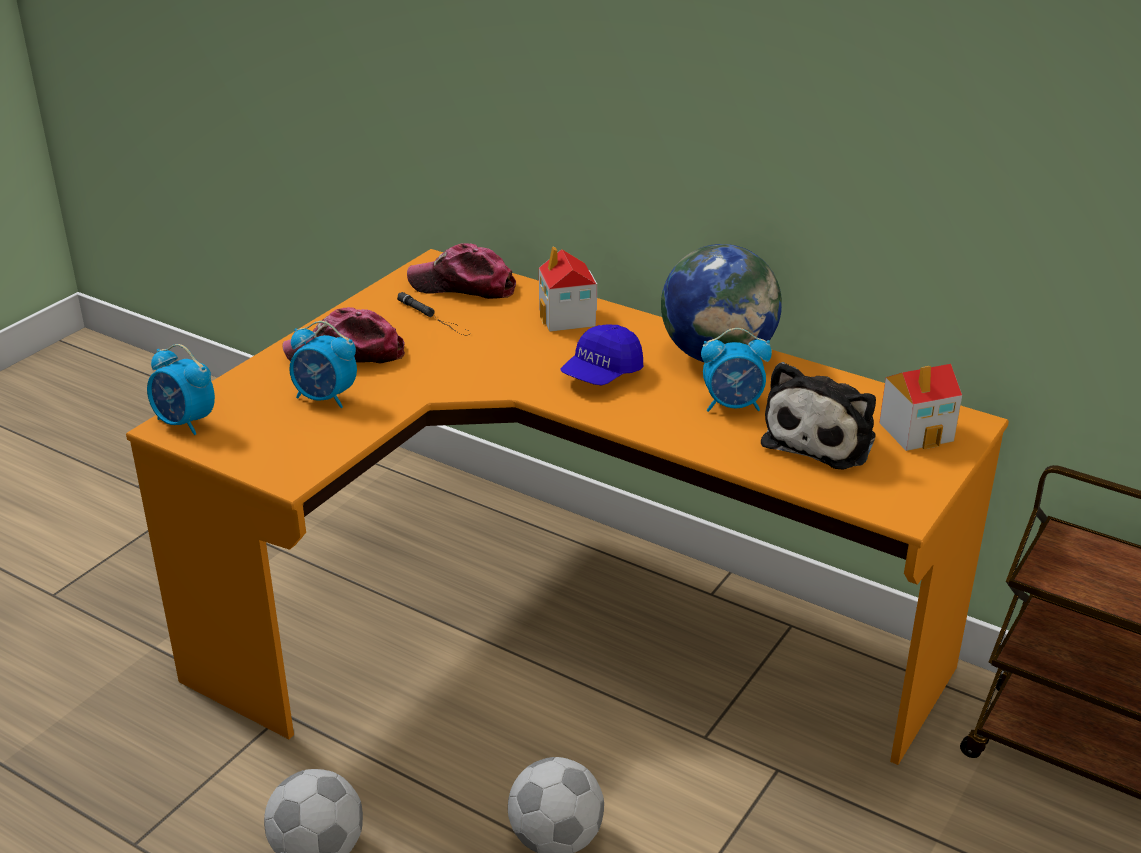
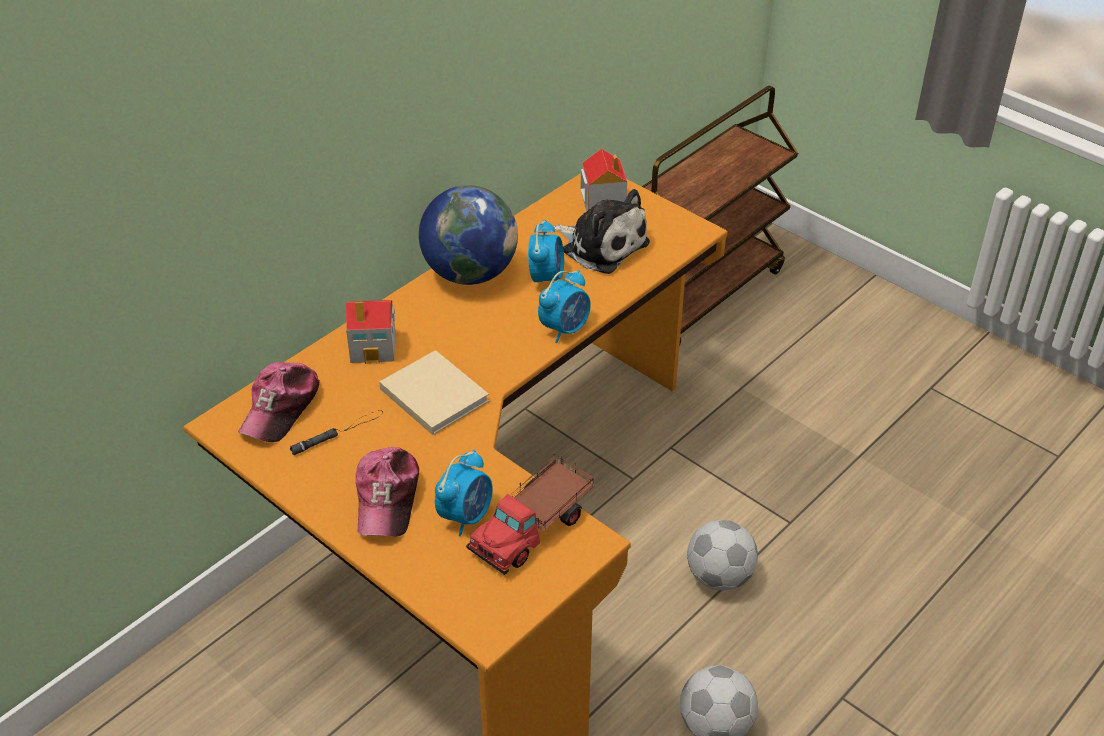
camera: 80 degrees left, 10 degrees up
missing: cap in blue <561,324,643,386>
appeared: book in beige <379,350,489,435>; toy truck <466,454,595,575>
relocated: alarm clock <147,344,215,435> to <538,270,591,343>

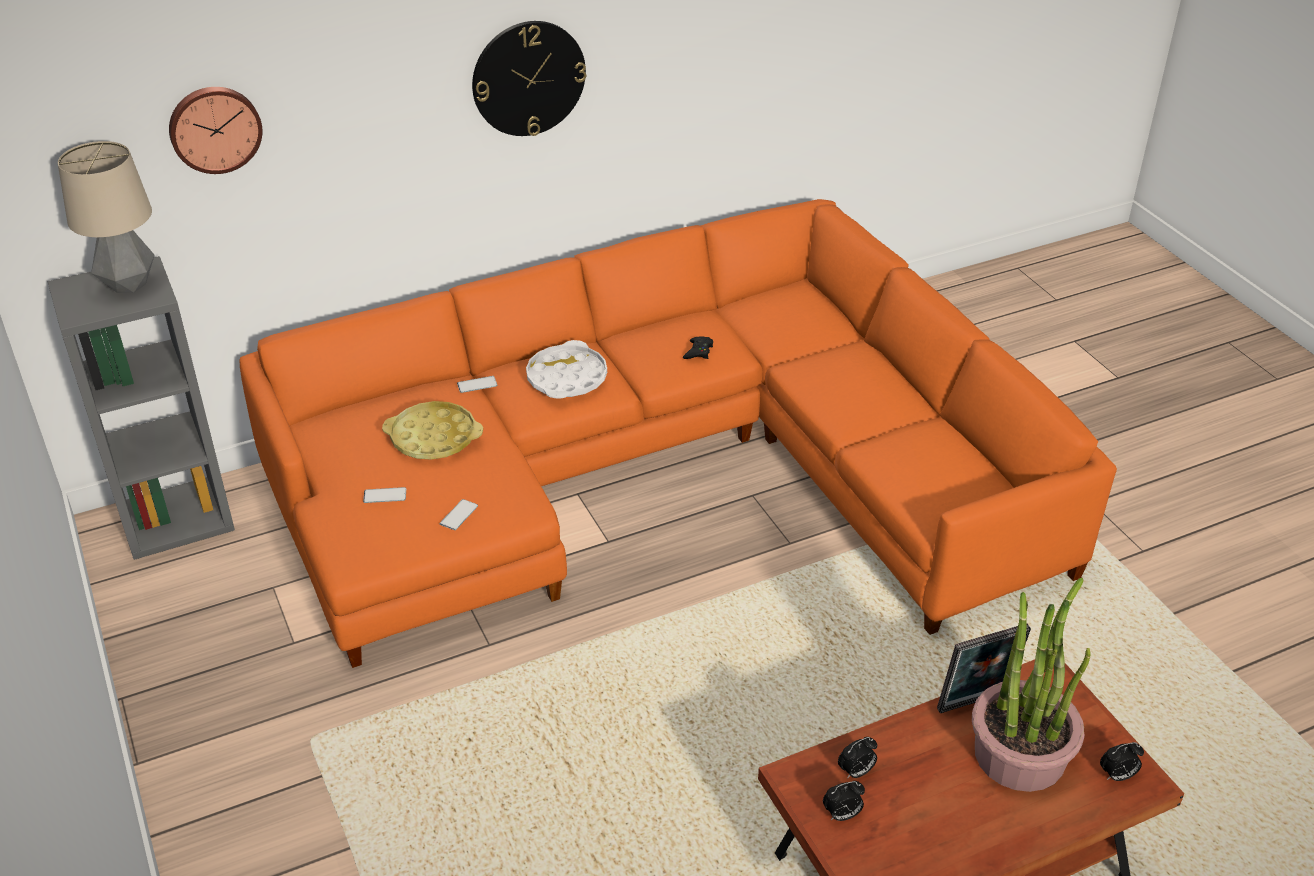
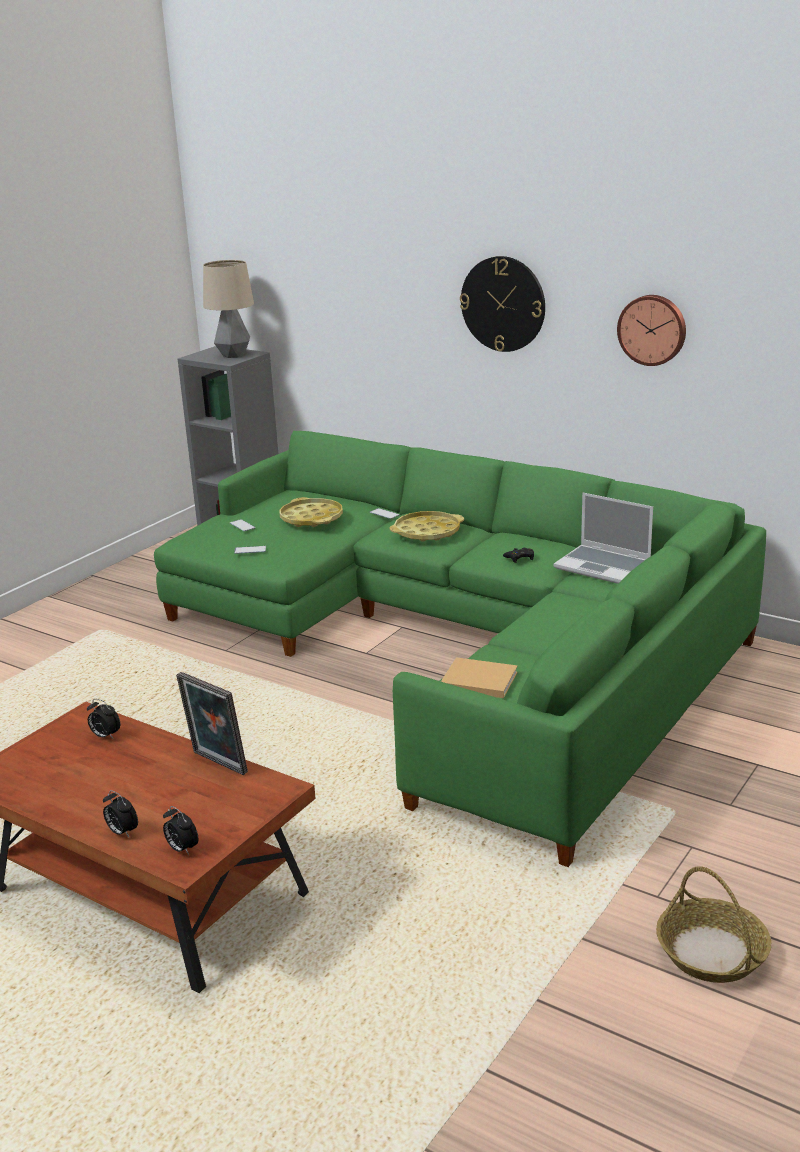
camera: 60 degrees right, 15 degrees down
missing: potted plant <972,578,1091,792>
appeared: laptop <554,493,653,584>; book in beige <441,657,518,698>; basket <656,866,771,983>
relocated: wall clock <169,87,262,174> to <617,295,686,366>; alarm clock <823,781,865,821> to <103,790,138,837>
colour: sofa in orange <239,199,1117,668> to sofa in green <154,431,766,867>; tray in white <526,340,607,398> to tray in yellow <390,511,464,542>

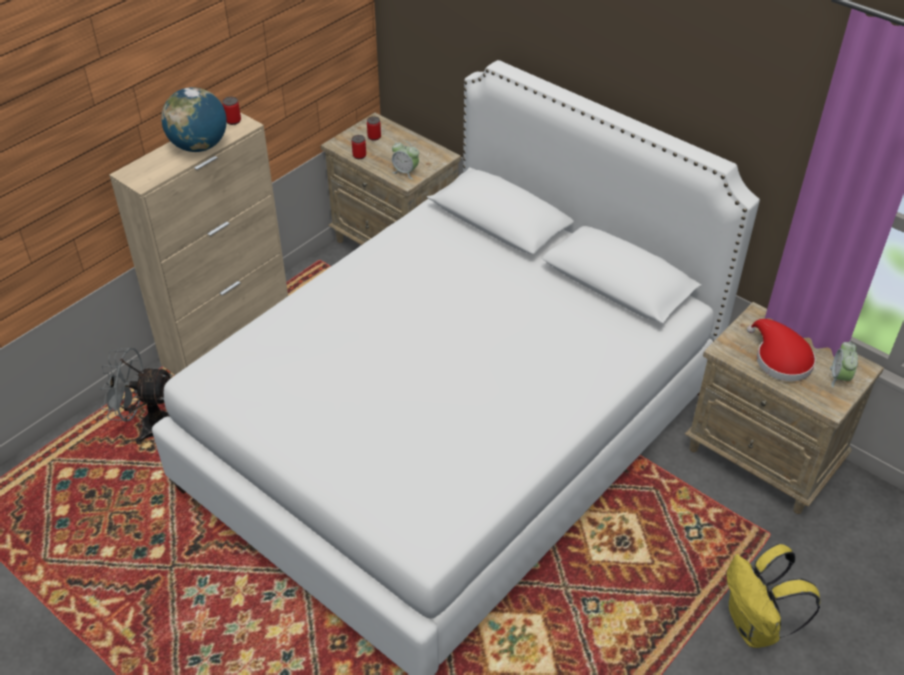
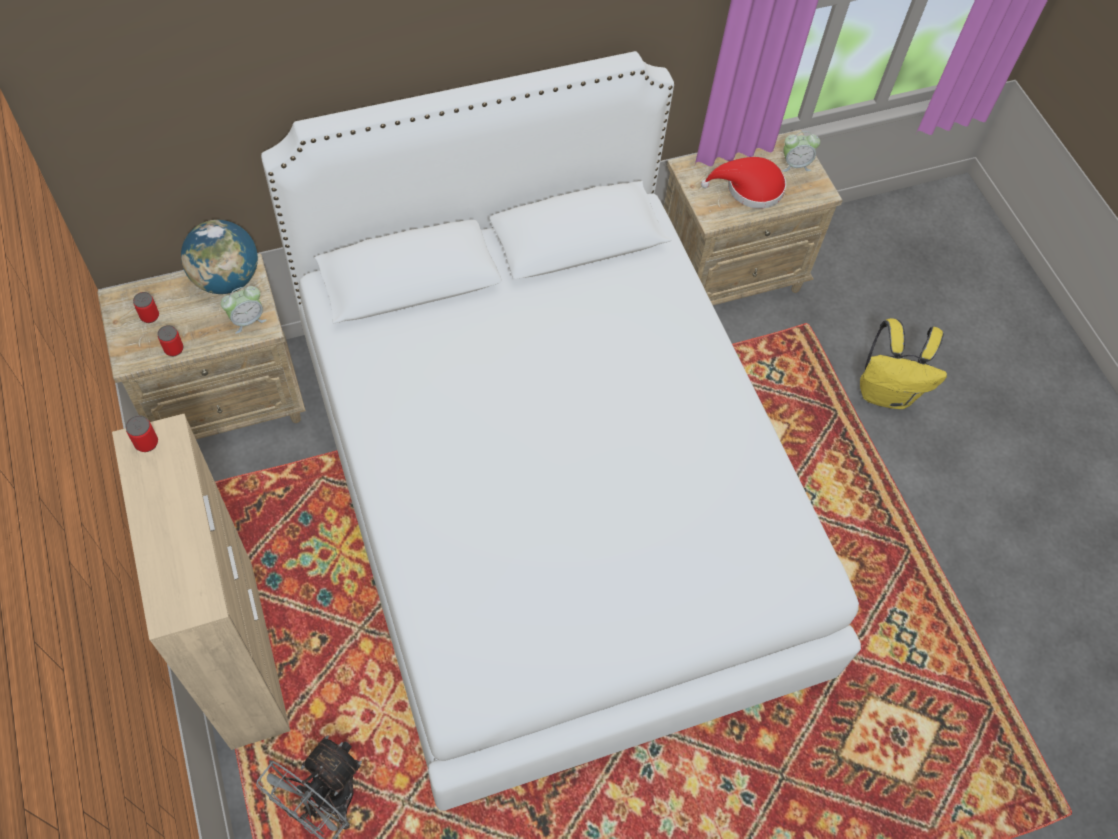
camera: 65 degrees left, 15 degrees up
relocated: globe <161,87,227,152> to <181,220,258,294>
spun: alarm clock <830,341,858,388> = <782,131,820,172> 45 degrees counterclockwise

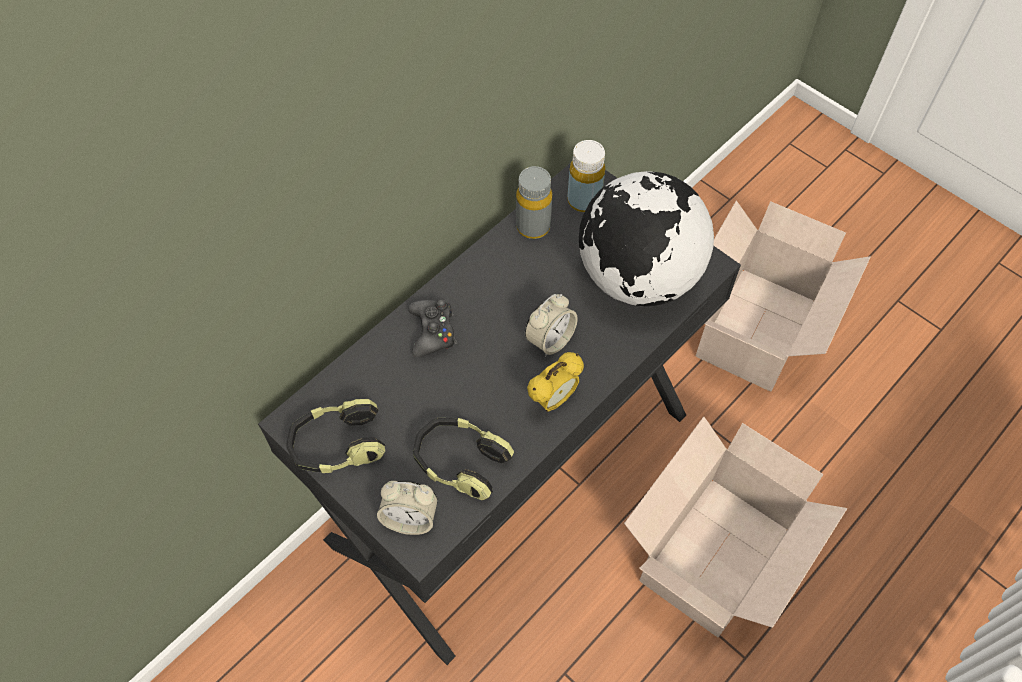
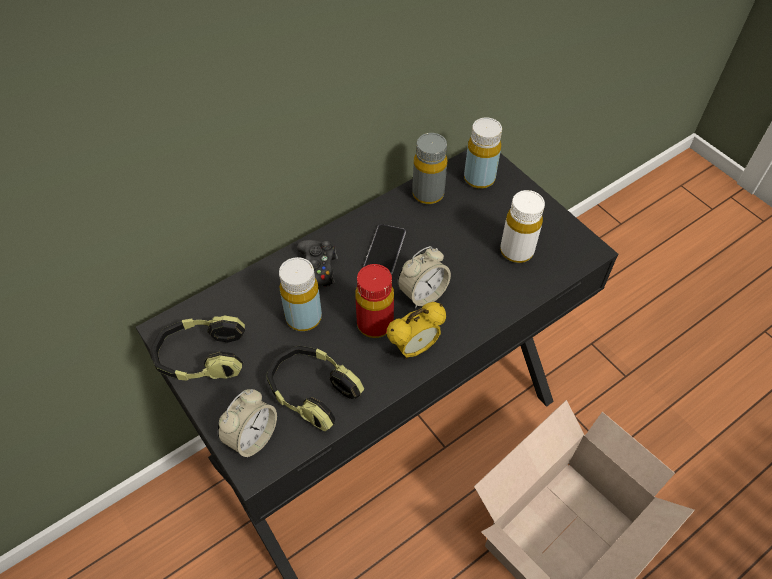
camera: 10 degrees right, 5 degrees down
missing: cardboard box <696,201,871,391>
appeared: phone <363,224,406,275>; bottle in yellow <279,257,322,331>; bottle in red <355,264,394,338>
exchanged: globe <579,171,714,306> to bottle in white <500,190,545,263>
spun: alarm clock <377,481,438,535> = <218,389,277,458> 75 degrees counterclockwise

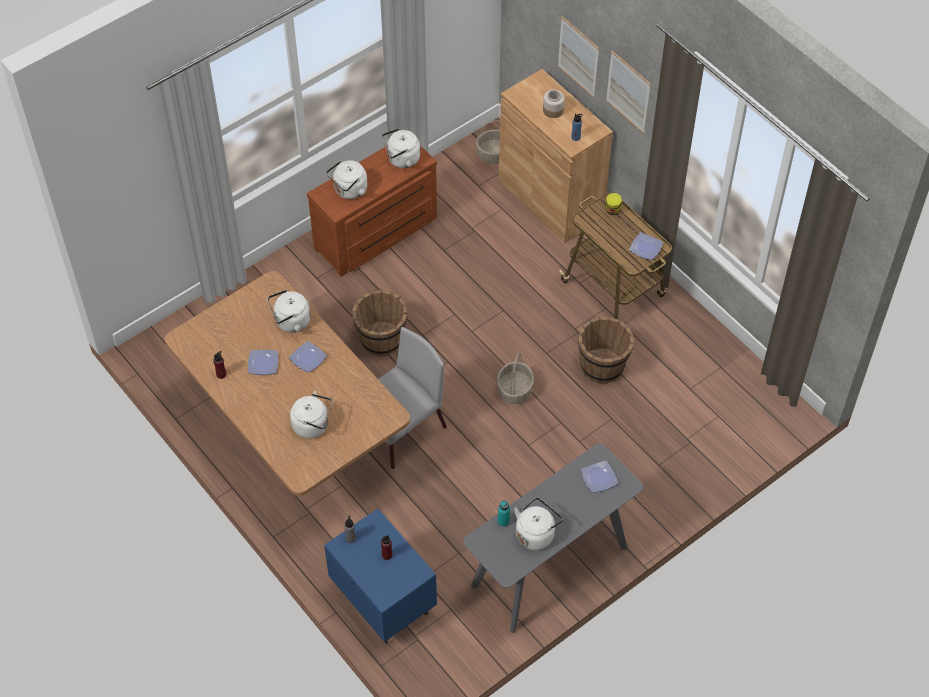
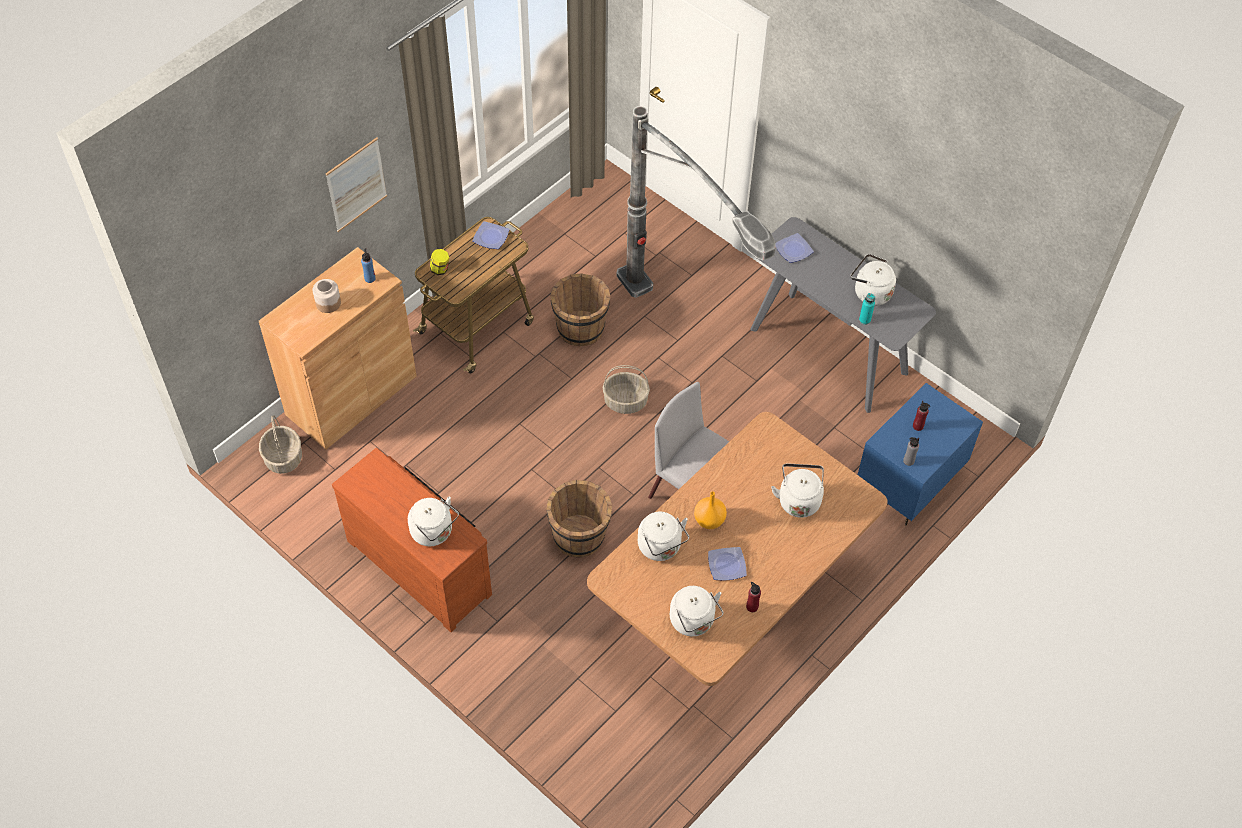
camera: 100 degrees left, 0 degrees up
missing: picture <558,16,599,98>
appeared: floor lamp <616,106,776,298>
relocated: kettle in white <381,128,420,168> to <670,586,724,636>
exchanged: plate <289,341,327,373> to vase in orange <694,491,727,529>

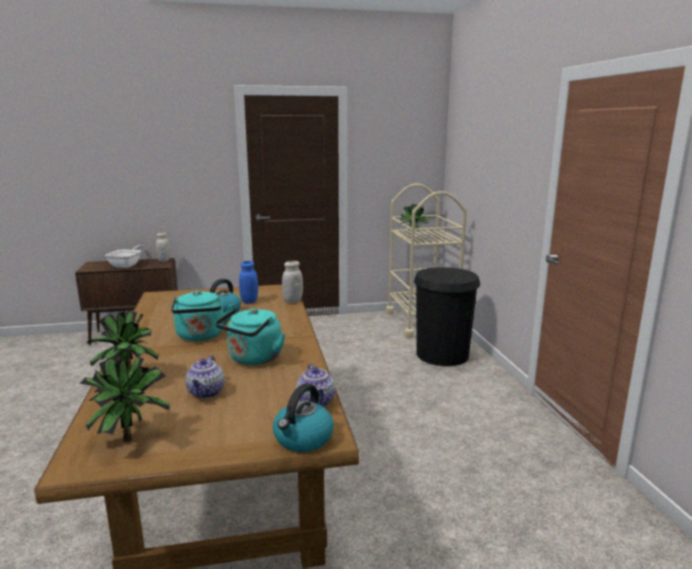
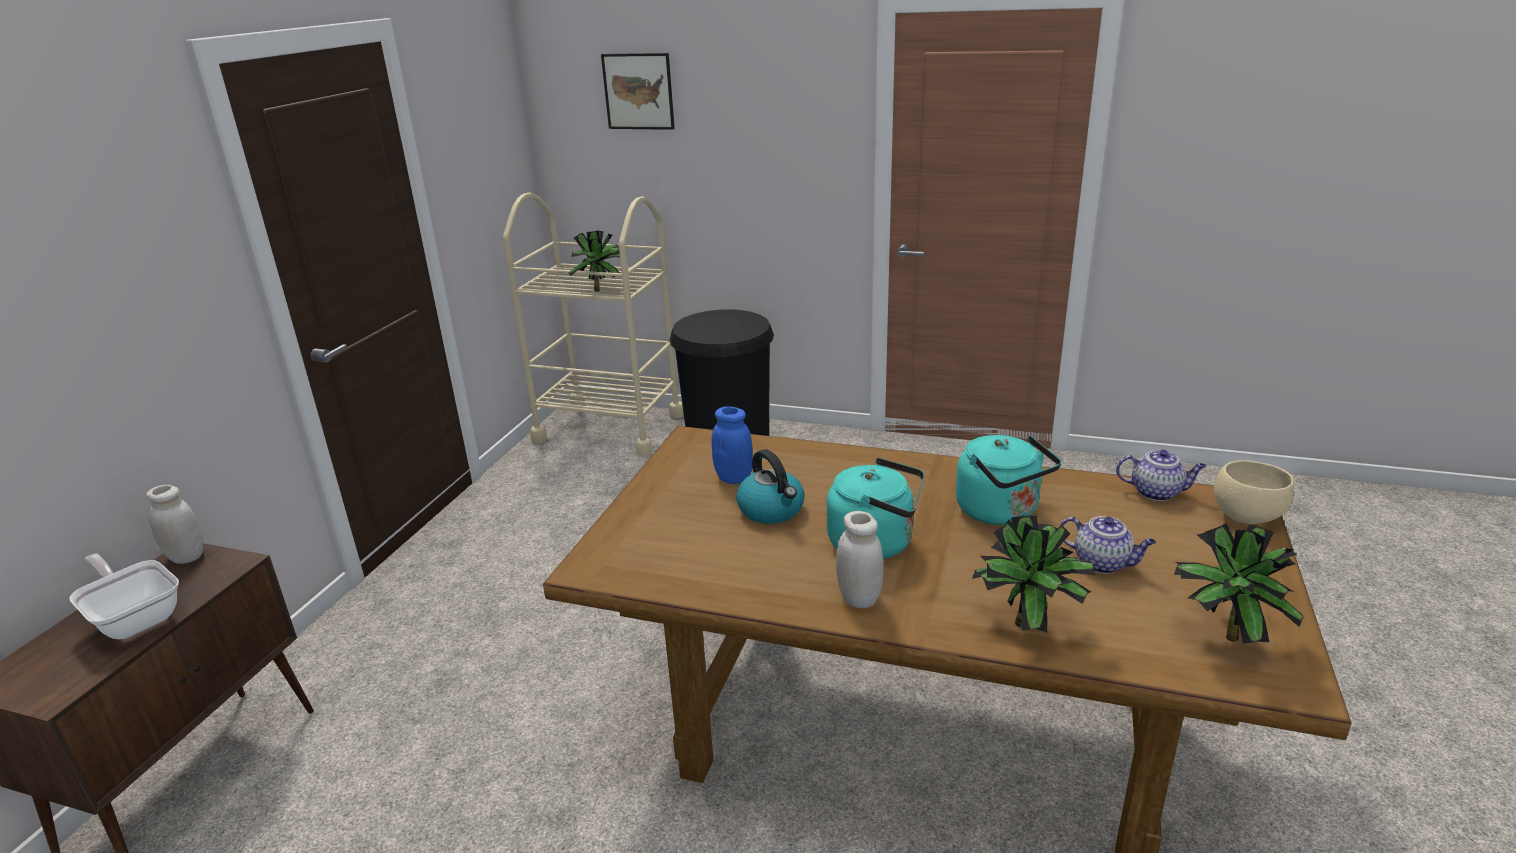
camera: 60 degrees left, 10 degrees up
appeared: picture <601,53,675,130>
relocated: jar in white <282,261,303,303> to <836,511,883,608>
exchanged: kettle <273,383,334,452> to bowl in beige <1214,460,1294,524>

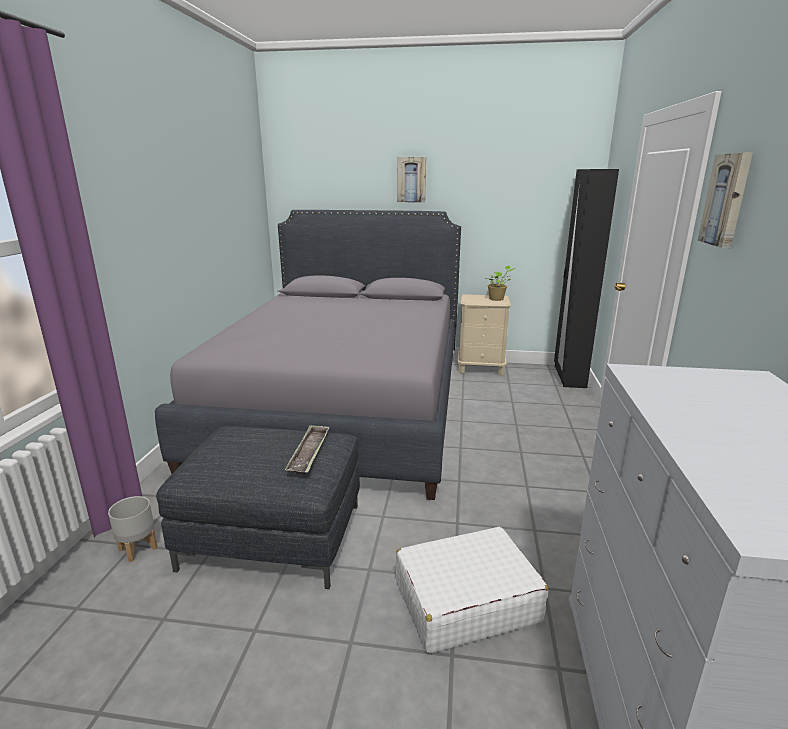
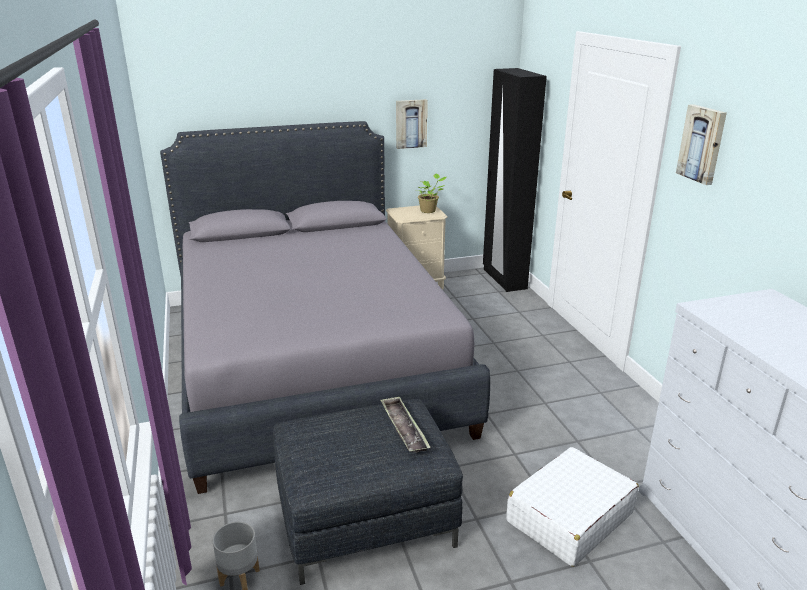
camera: 25 degrees left, 5 degrees up
relocated: picture <397,157,426,203> to <396,99,427,149>

